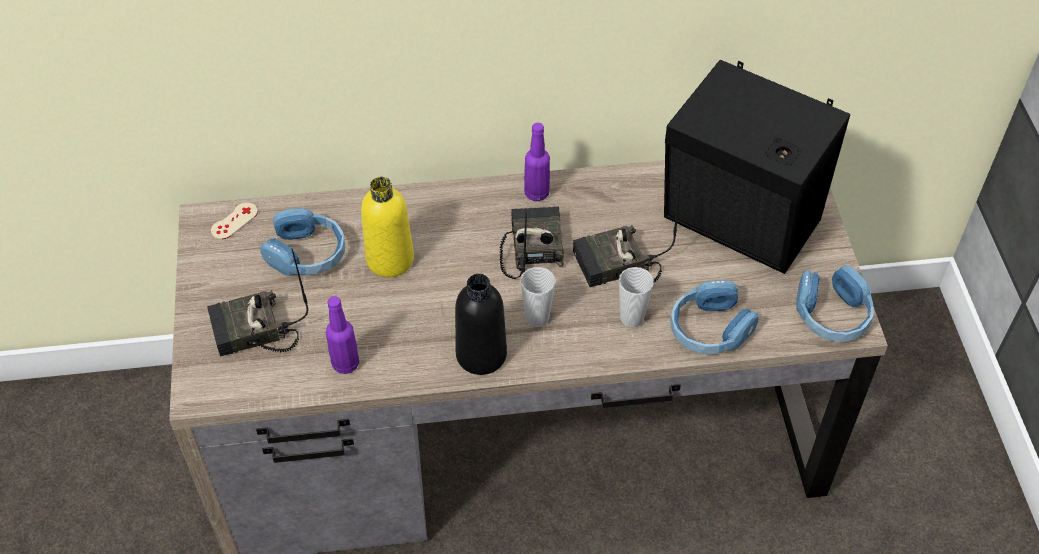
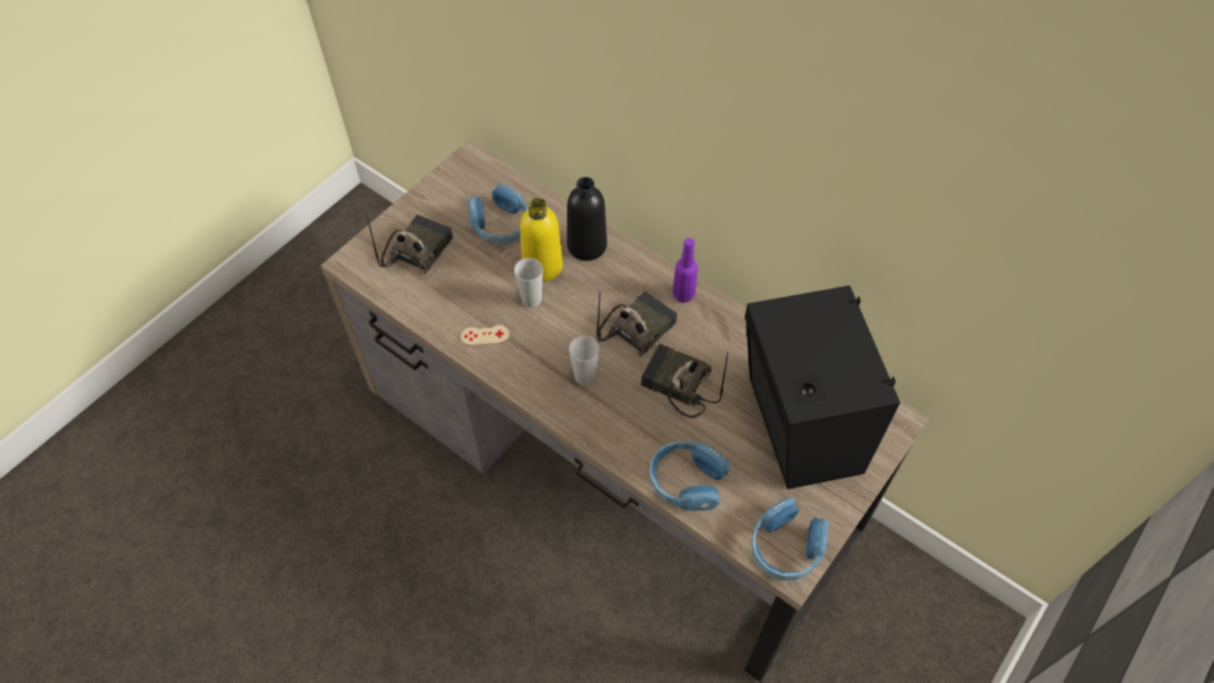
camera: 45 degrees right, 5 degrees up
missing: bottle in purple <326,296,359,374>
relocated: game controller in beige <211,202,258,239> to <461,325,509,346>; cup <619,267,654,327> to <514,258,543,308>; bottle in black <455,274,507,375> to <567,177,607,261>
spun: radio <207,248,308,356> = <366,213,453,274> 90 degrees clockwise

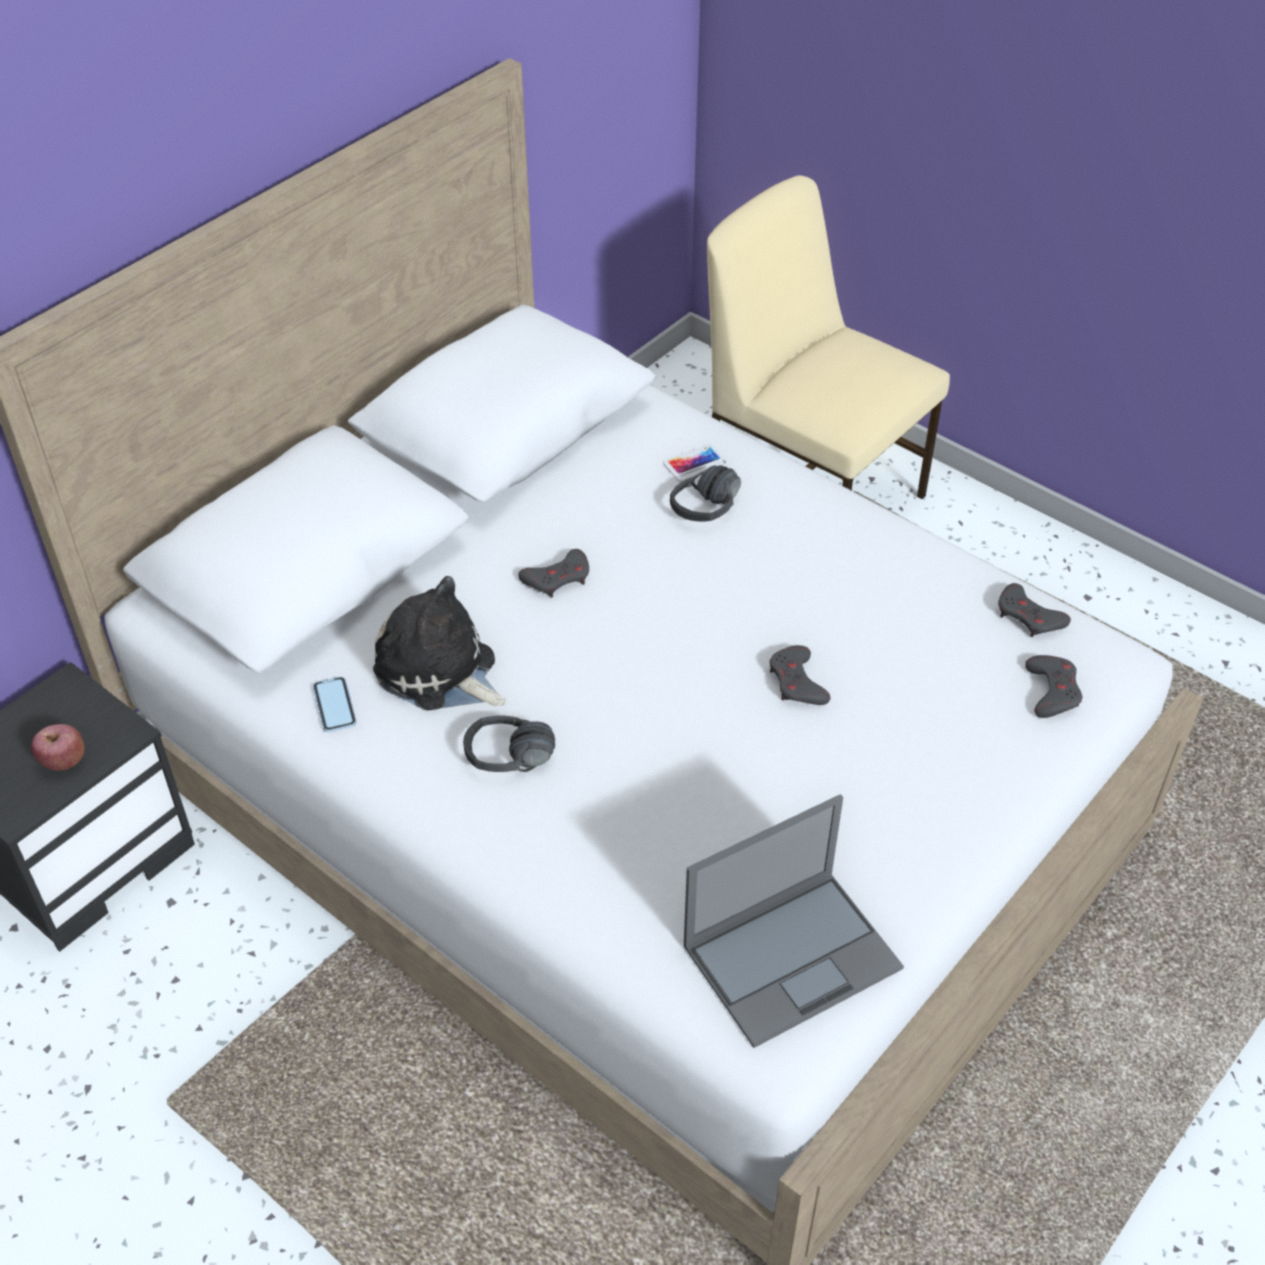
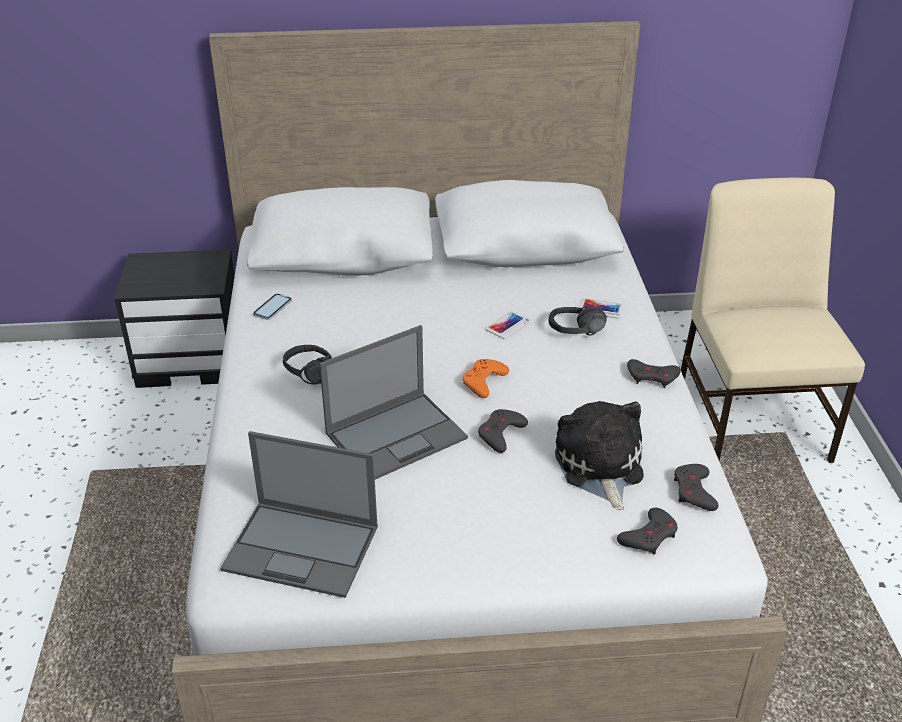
camera: 45 degrees right, 10 degrees down
missing: apple <31,724,84,771>
appeared: phone <485,311,531,339>; laptop <319,325,468,479>; game controller in orange <462,359,509,398>
relocated: game controller in grey <518,549,589,598> to <627,359,681,388>; plush toy <373,576,507,711> to <555,401,644,510>

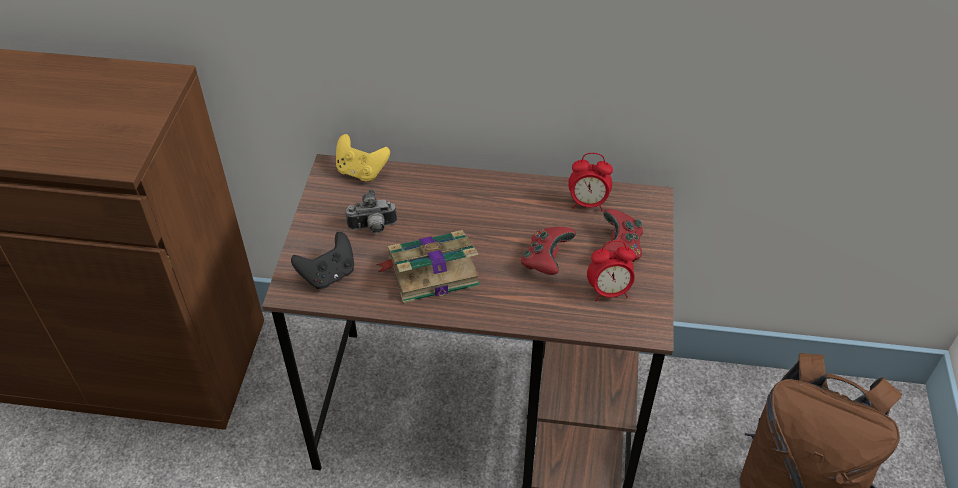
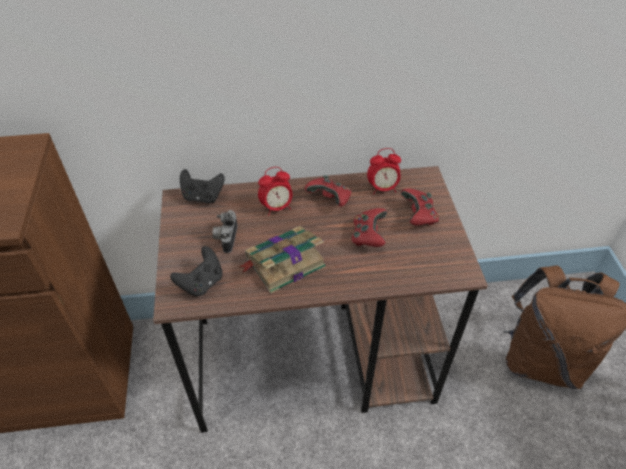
camera: 15 degrees left, 0 degrees up
appeared: game controller in red <305,175,351,207>
relocated: alarm clock <587,240,635,301> to <258,167,293,216>
colour: game controller in yellow <336,134,390,182> to game controller in black <180,169,225,203>
spun: photo camera <346,189,397,233> = <212,210,238,253> 120 degrees clockwise

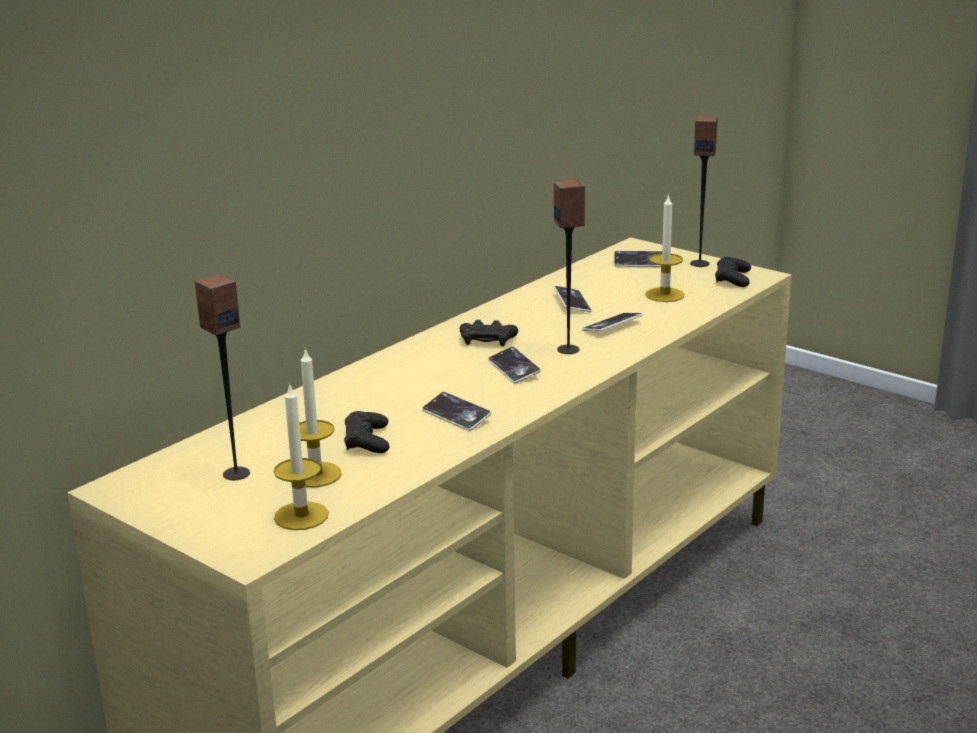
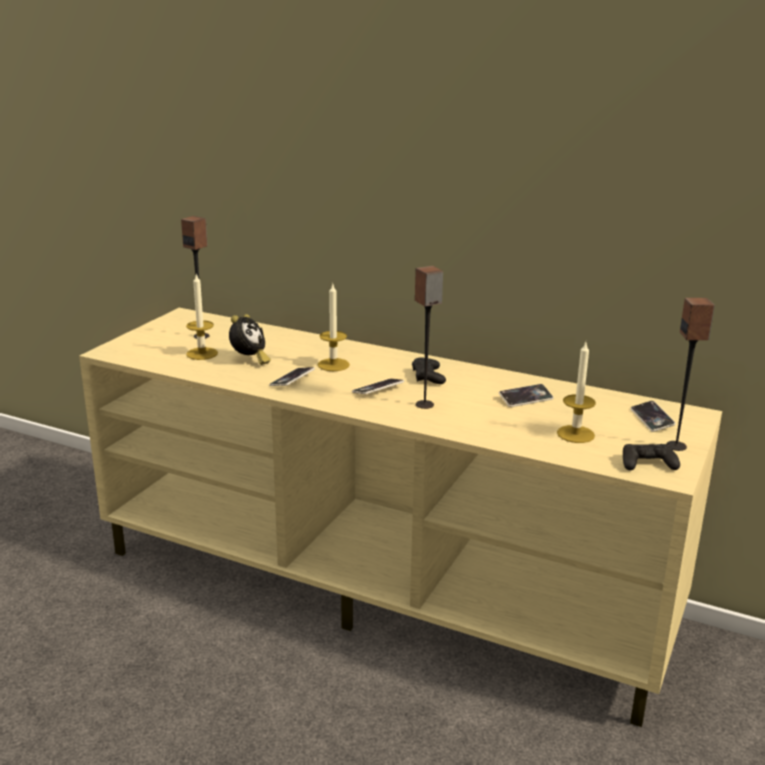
camera: 75 degrees right, 0 degrees up
missing: phone <582,313,643,331>
relocated: candle <274,383,329,530> to <318,284,350,371>
exchanged: game controller in black <344,411,389,453> to alarm clock <229,314,271,365>

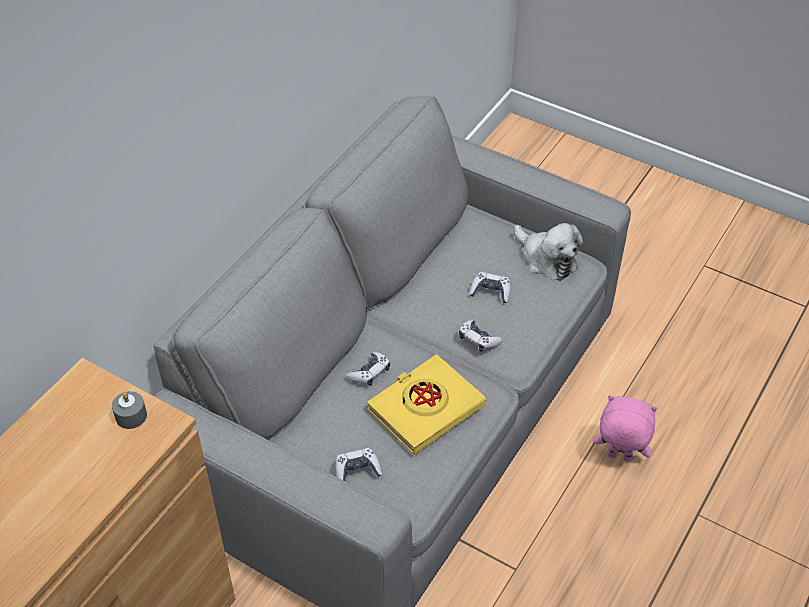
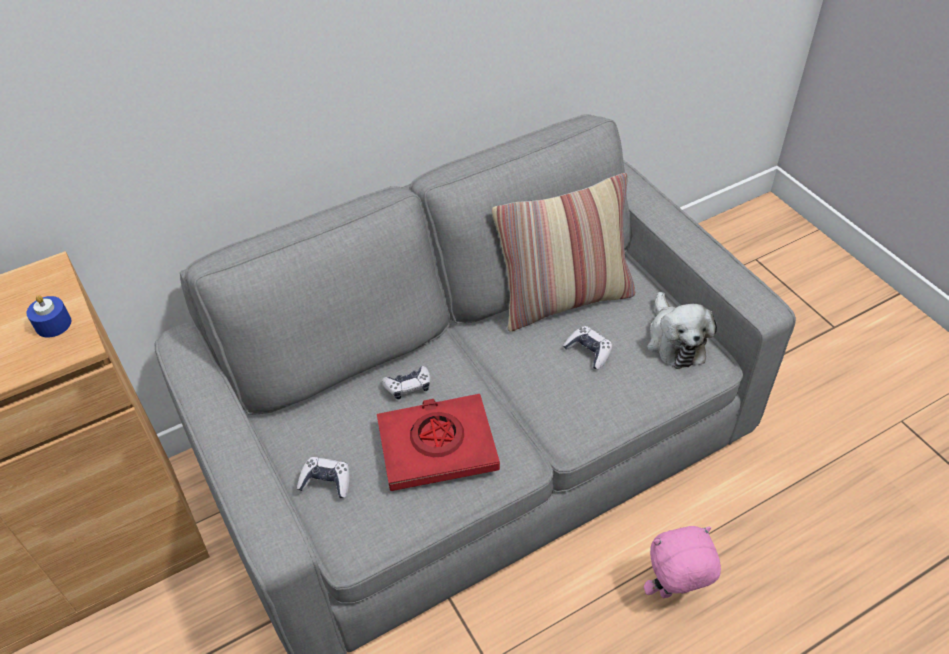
camera: 30 degrees right, 0 degrees up
missing: game controller <459,320,502,352>
appeared: pillow <492,173,635,332>
colour: book in yellow <367,354,486,455> to book in red <377,394,500,491>; candle in grey <112,391,147,429> to candle in blue <27,295,71,337>
spun: plush toy in pink <593,395,658,462> = <644,526,721,598> 60 degrees counterclockwise

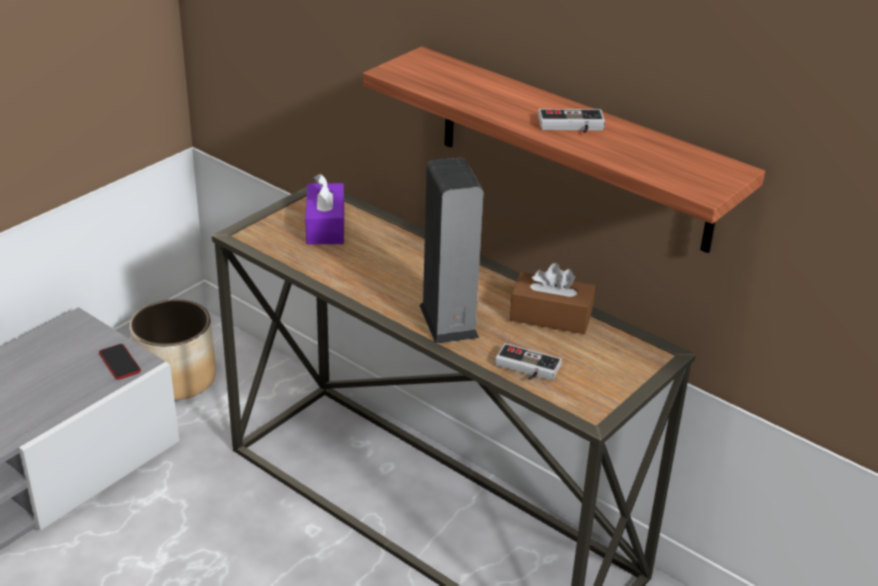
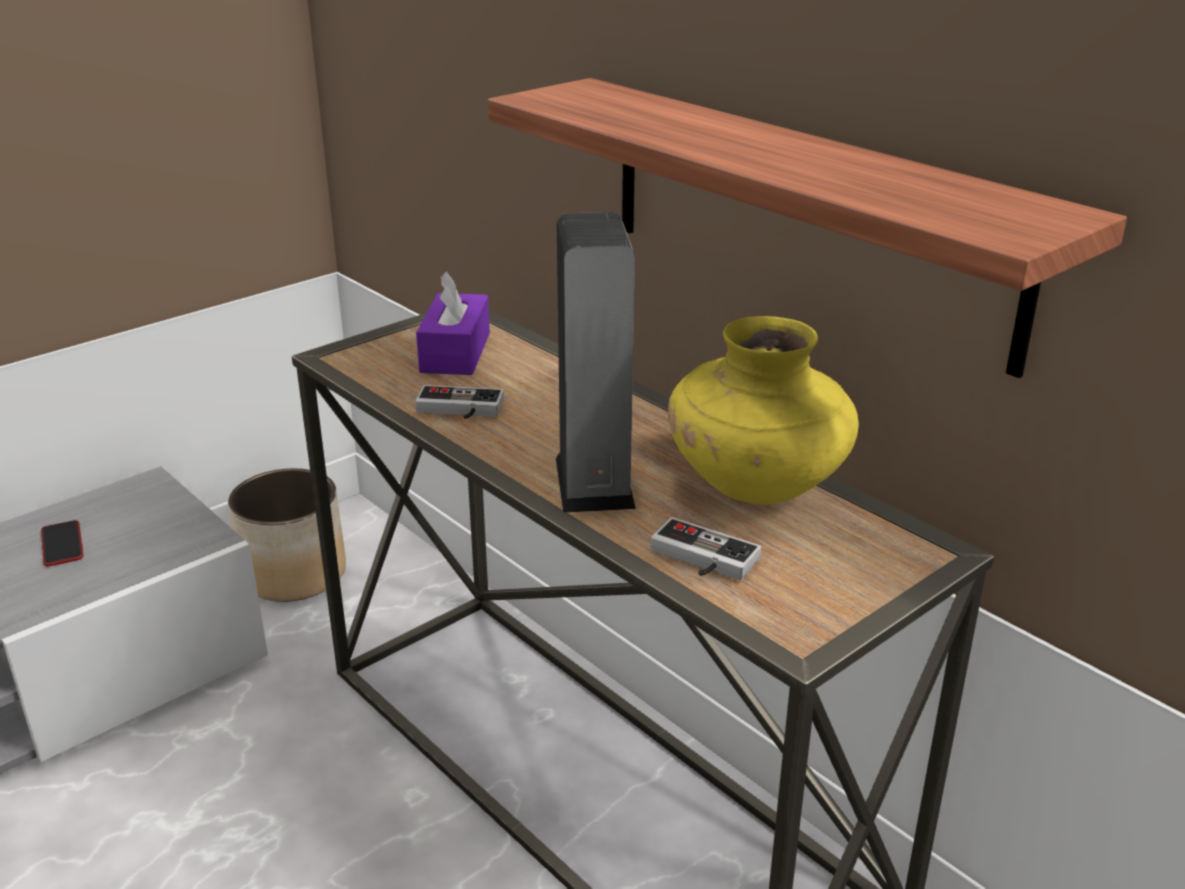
camera: 10 degrees right, 5 degrees down
relocated: game controller <538,109,605,133> to <415,385,504,419>; phone <99,344,141,380> to <41,520,83,566>
exchanged: tissue box in brown <510,263,595,334> to vase in yellow <668,316,859,504>

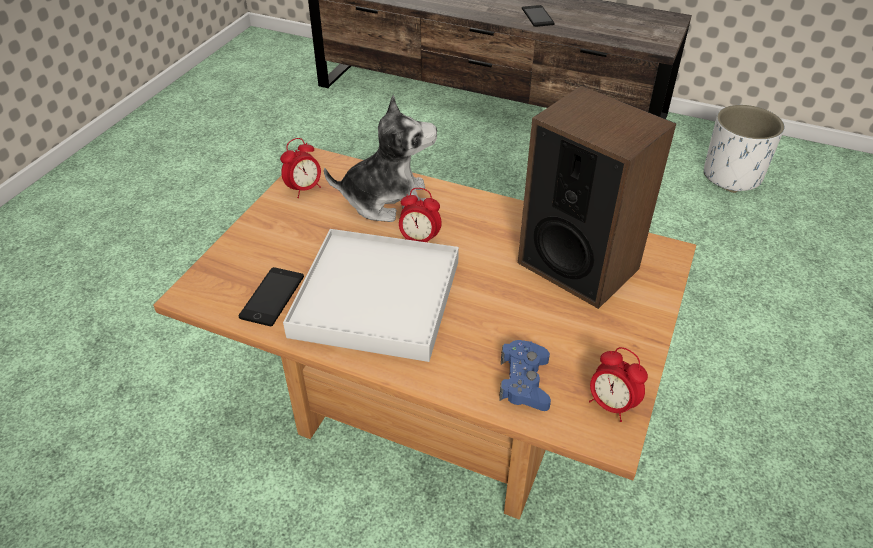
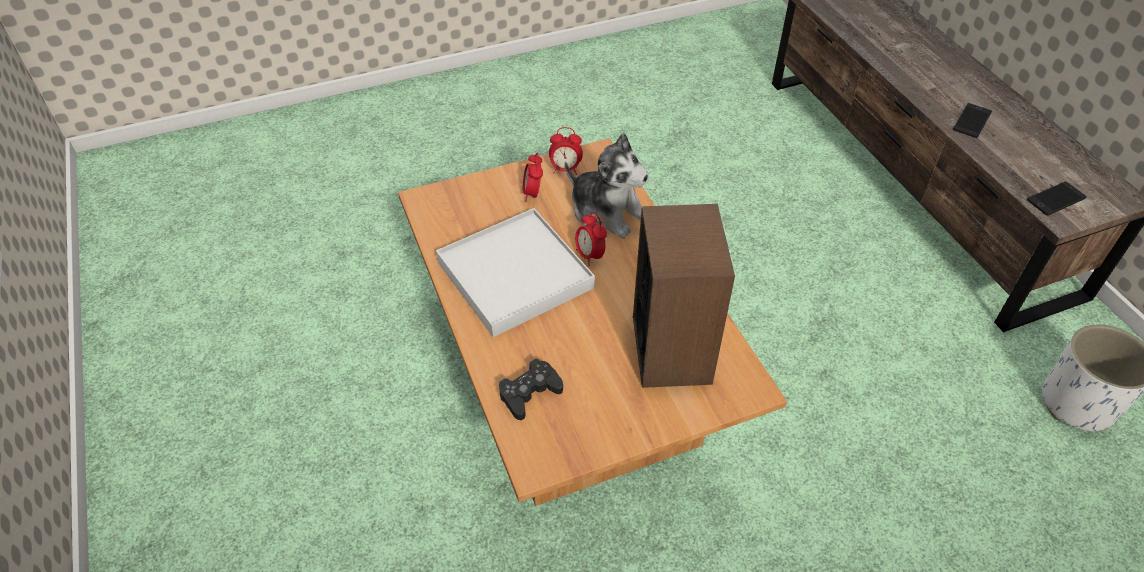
camera: 45 degrees right, 5 degrees up
relocated: phone <239,267,304,326> to <1027,182,1086,216>; alarm clock <589,347,648,422> to <523,153,543,202>
colour: game controller in blue <499,340,551,411> to game controller in black <499,359,563,420>

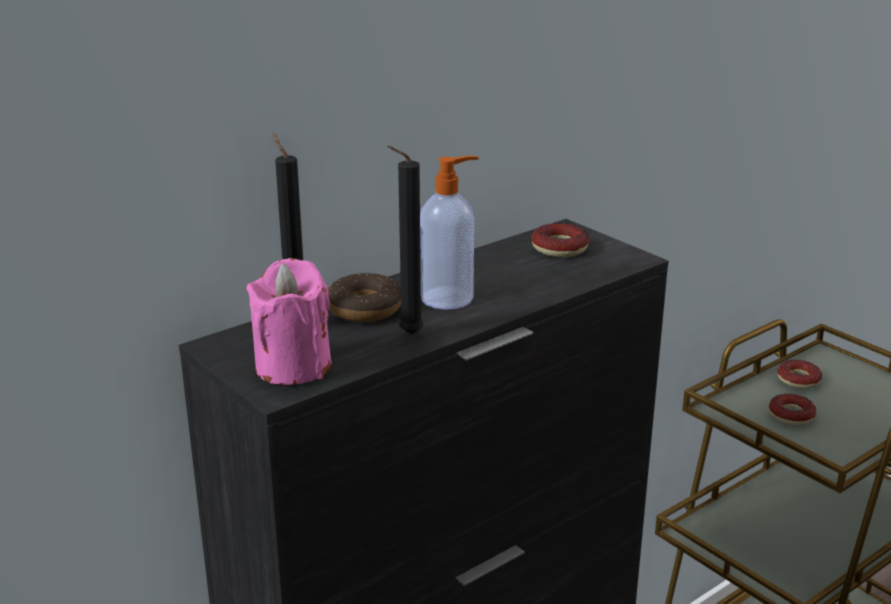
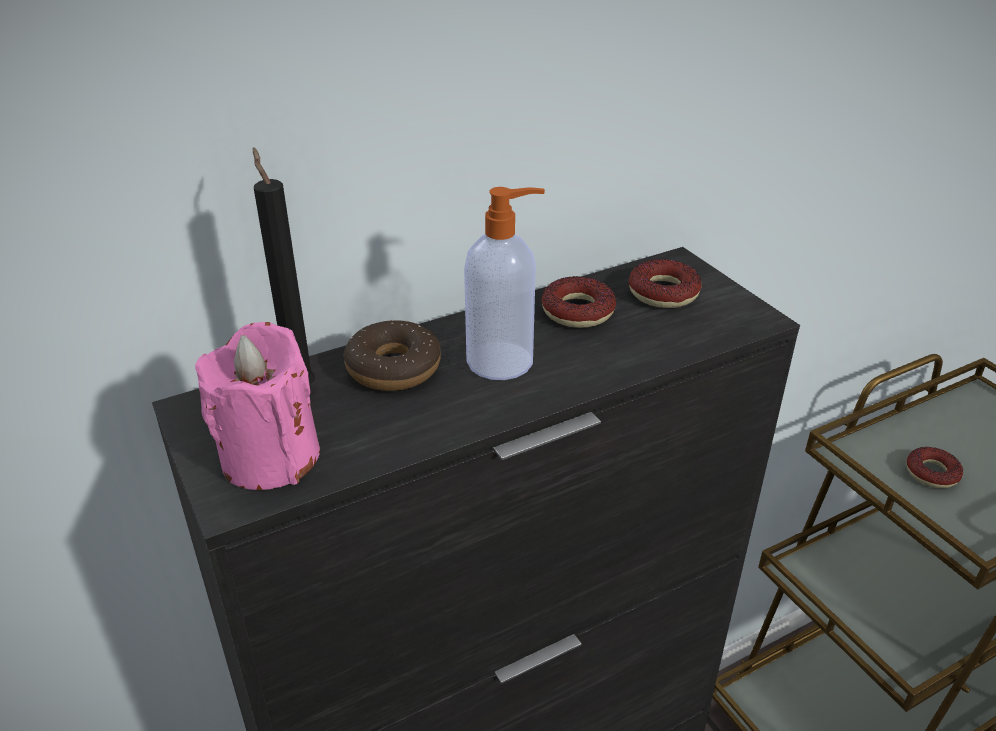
camera: 10 degrees right, 10 degrees up
missing: candle in black <387,145,424,334>
relocated: donut <777,360,822,389> to <541,276,616,328>

